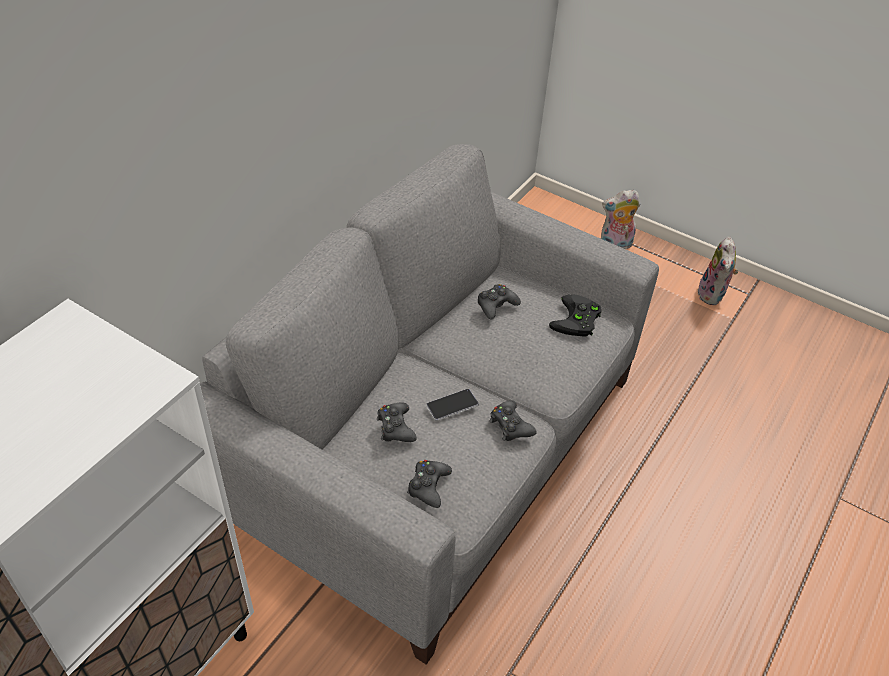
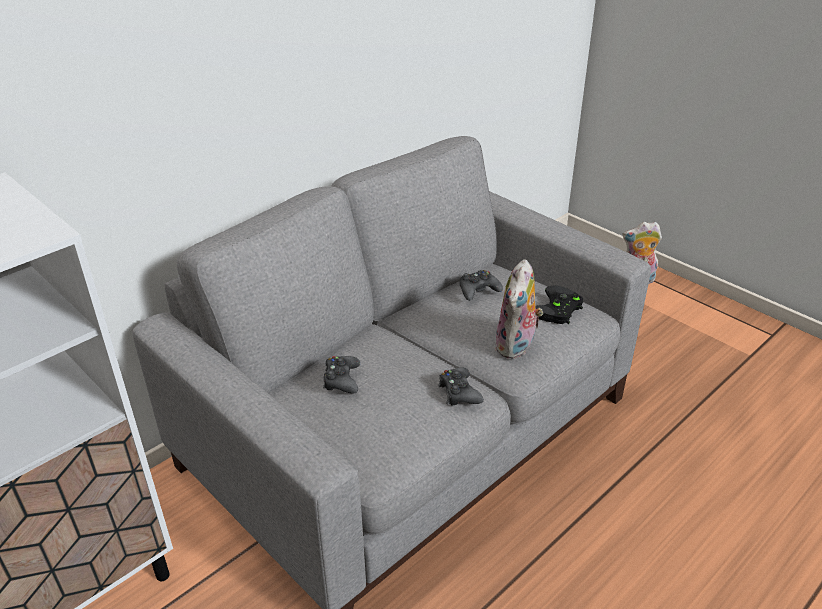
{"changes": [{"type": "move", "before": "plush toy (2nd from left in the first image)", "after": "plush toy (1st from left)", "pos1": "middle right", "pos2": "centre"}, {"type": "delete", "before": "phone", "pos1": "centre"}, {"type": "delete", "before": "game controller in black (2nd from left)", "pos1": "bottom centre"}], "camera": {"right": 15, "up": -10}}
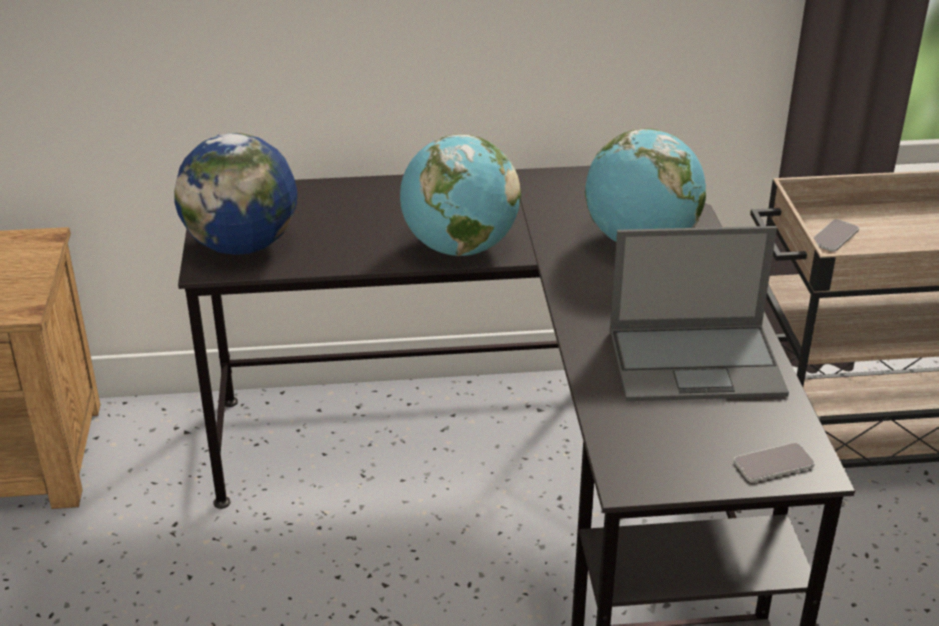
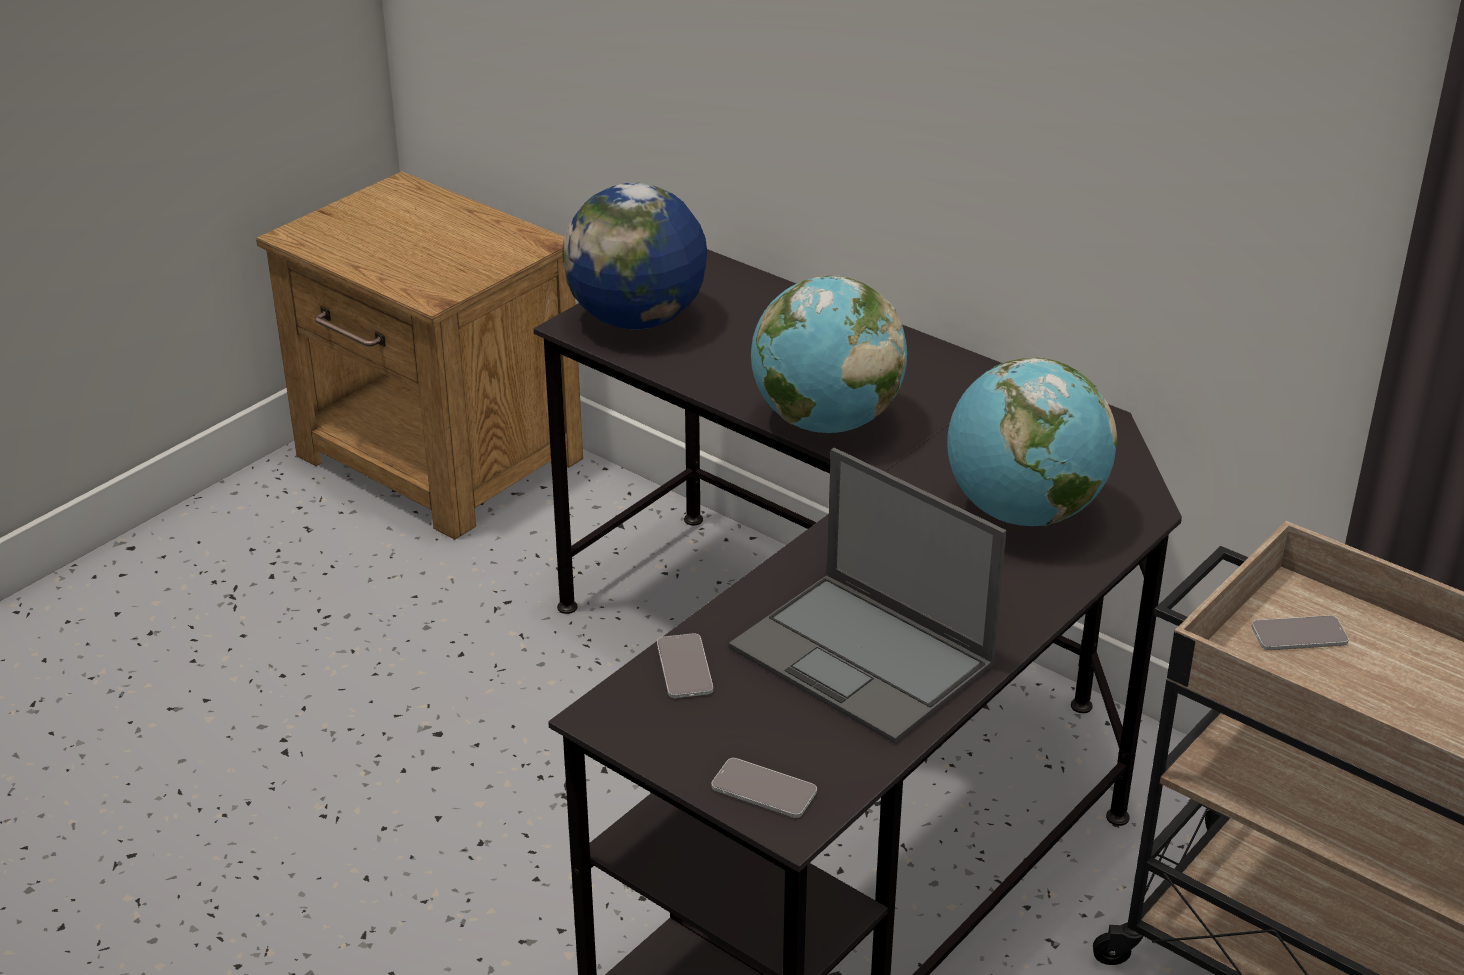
{"changes": [{"type": "insert", "after": "phone (1st from left)", "pos2": "bottom centre"}], "camera": {"right": 45, "up": 0}}
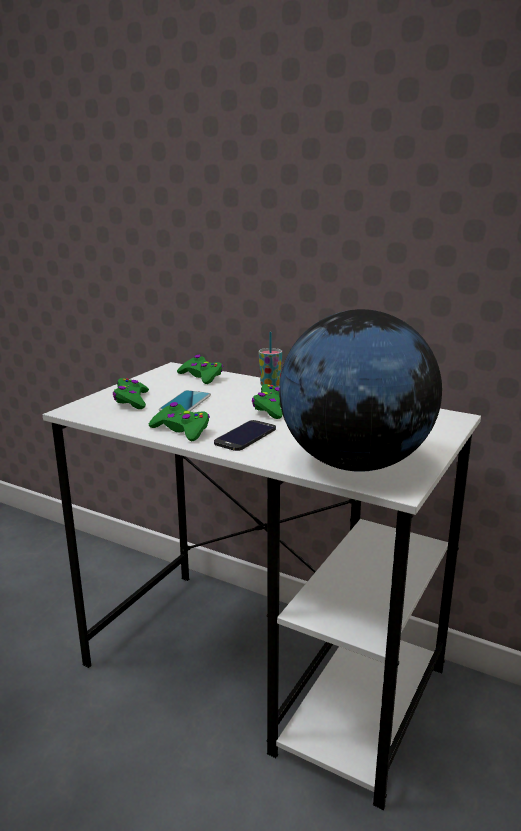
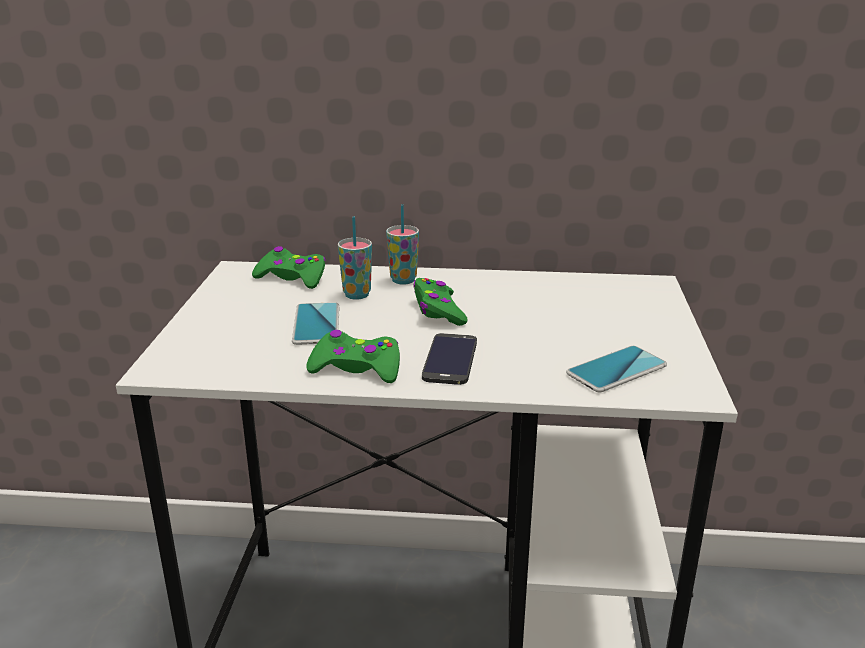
{"changes": [{"type": "replace", "before": "globe", "after": "phone (3rd from left)", "pos1": "middle right", "pos2": "middle right"}, {"type": "delete", "before": "game controller in green (1st from left)", "pos1": "middle left"}, {"type": "insert", "after": "cup (1st from left)", "pos2": "centre"}], "camera": {"right": -25, "up": 5}}
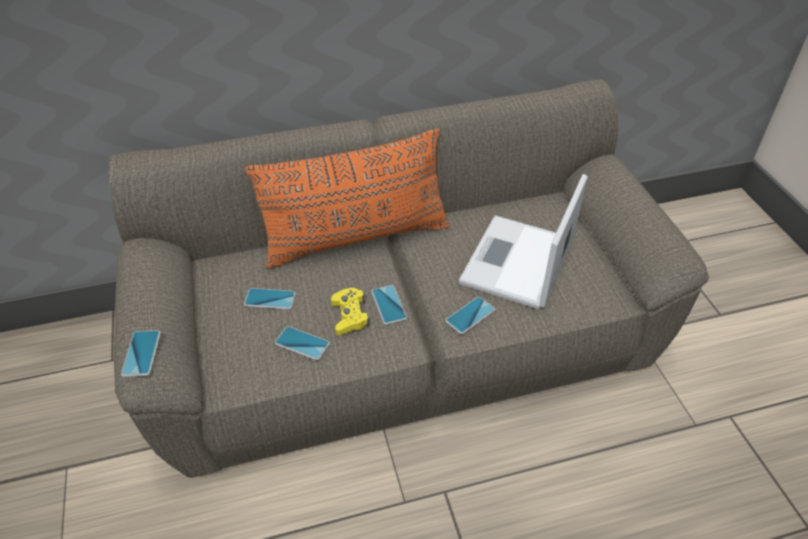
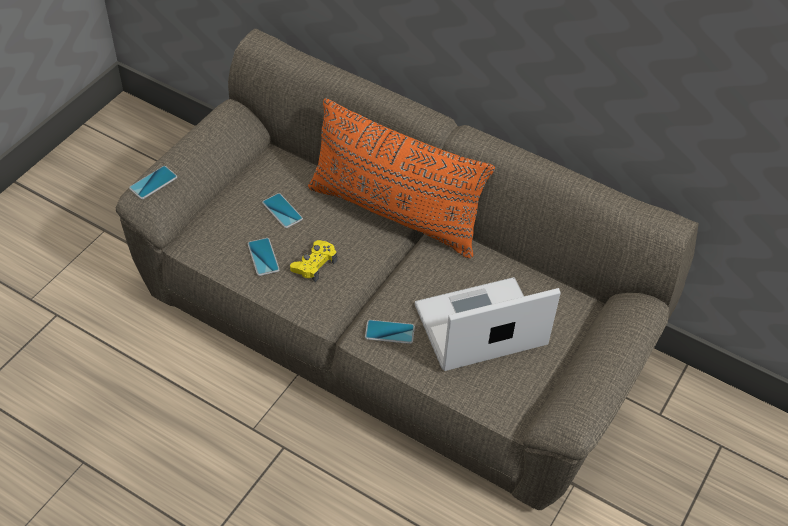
{"changes": [{"type": "delete", "before": "phone (4th from left)", "pos1": "centre"}], "camera": {"right": 45, "up": 5}}
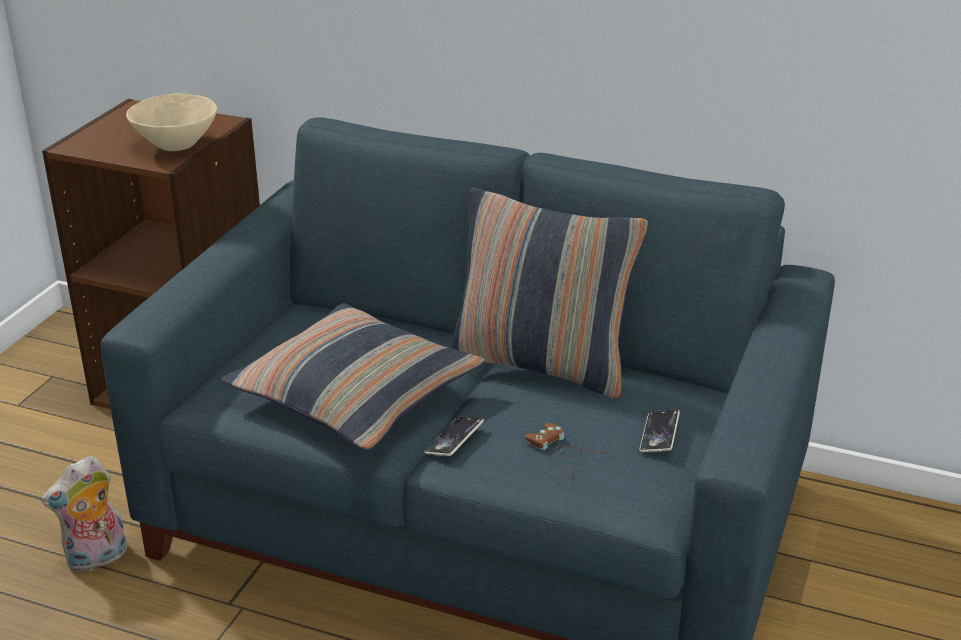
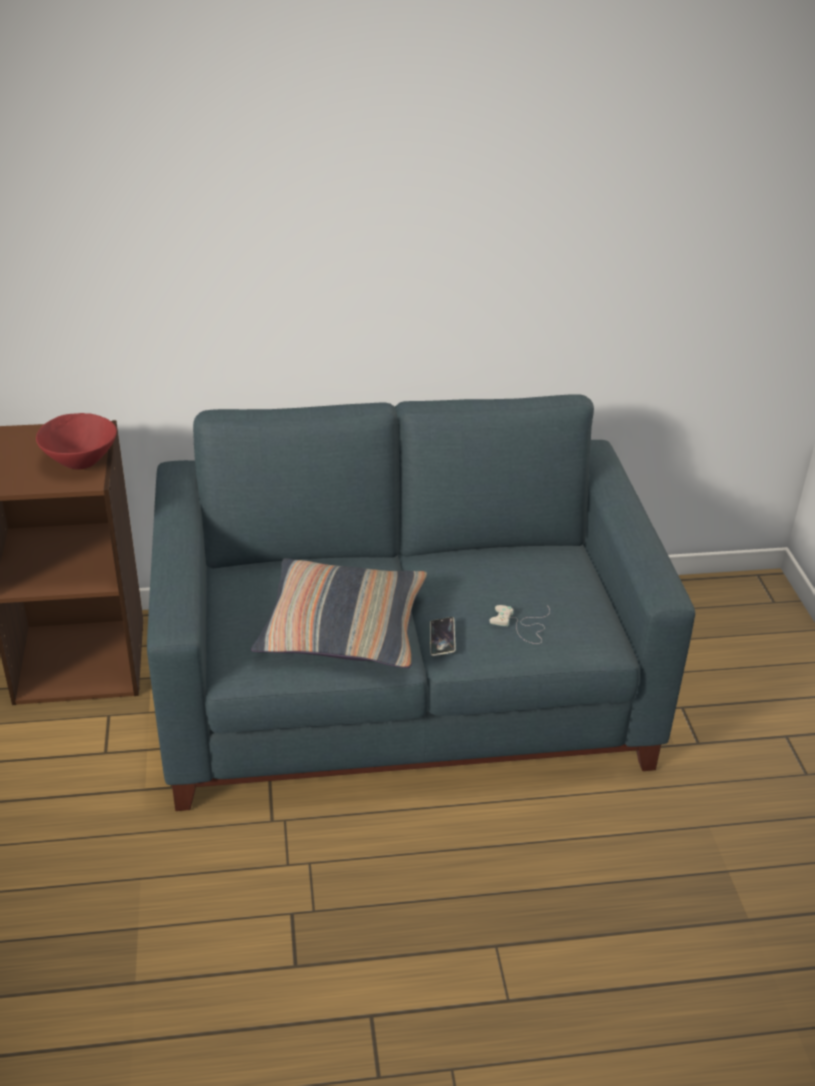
{"changes": [{"type": "recolor", "before": "bowl in beige", "after": "bowl in red", "pos1": "top left", "pos2": "middle left"}, {"type": "delete", "before": "pillow (2nd from left)", "pos1": "centre"}, {"type": "delete", "before": "phone (2nd from left)", "pos1": "bottom right"}, {"type": "recolor", "before": "game controller in brown", "after": "game controller in white", "pos1": "bottom centre", "pos2": "centre"}, {"type": "delete", "before": "plush toy", "pos1": "bottom left"}], "camera": {"right": -30, "up": 5}}
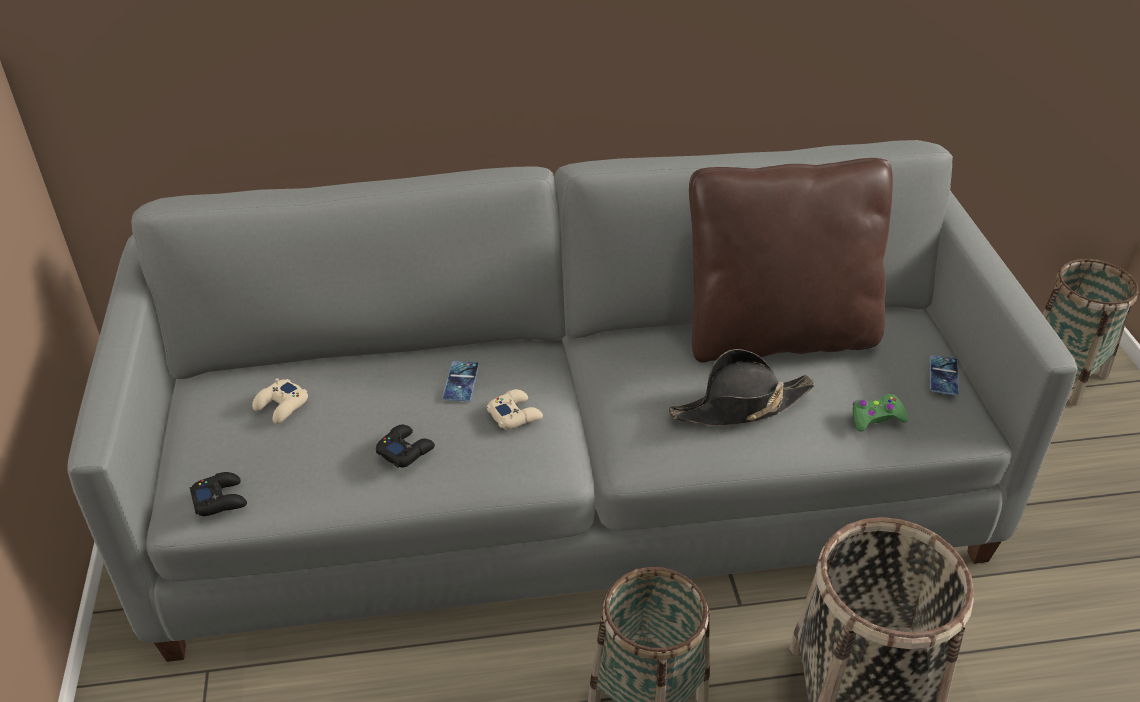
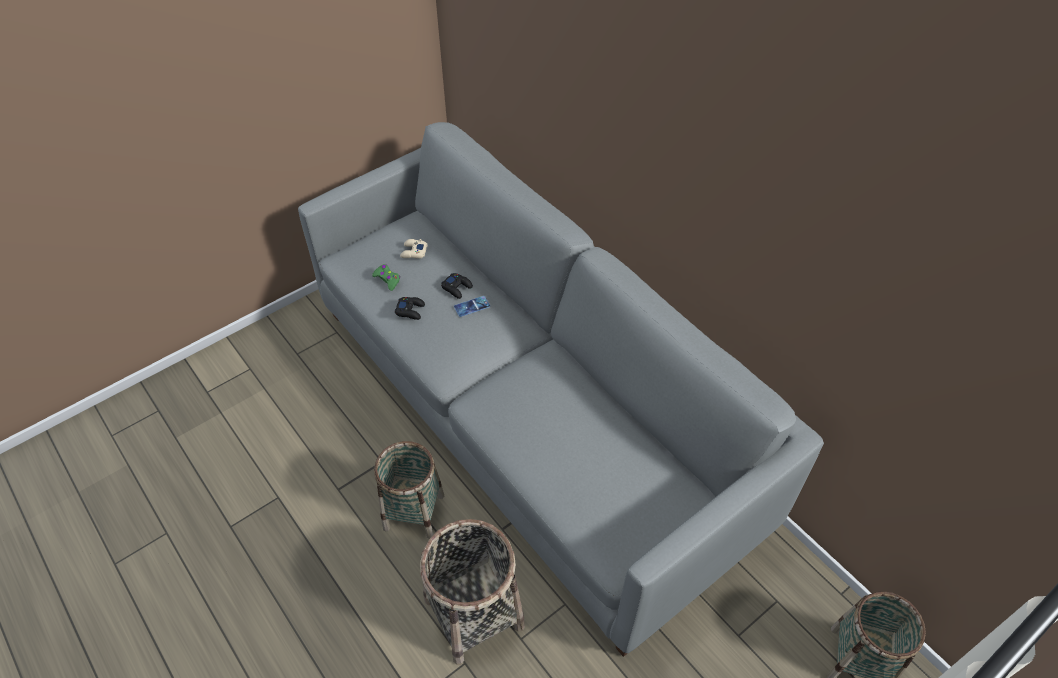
{"changes": [{"type": "delete", "before": "pillow in brown", "pos1": "middle right"}, {"type": "delete", "before": "hat in black", "pos1": "centre"}, {"type": "delete", "before": "phone (2nd from left)", "pos1": "middle right"}, {"type": "delete", "before": "game controller in beige (2nd from left)", "pos1": "centre"}, {"type": "move", "before": "game controller in green", "pos1": "middle right", "pos2": "centre"}, {"type": "move", "before": "game controller in black (1st from left in the first image)", "after": "game controller in black (2nd from left)", "pos1": "bottom left", "pos2": "centre"}], "camera": {"right": 60, "up": 10}}
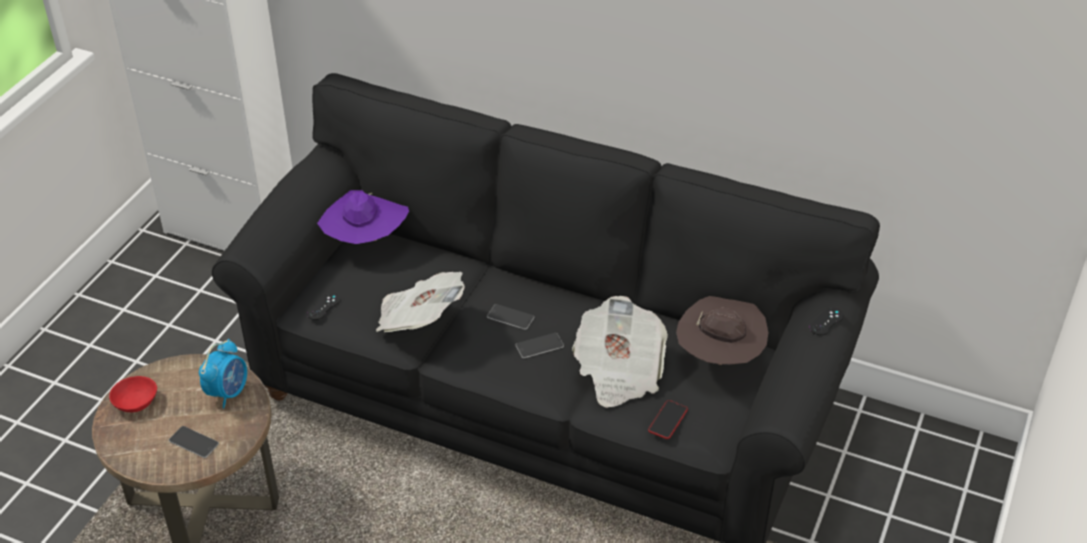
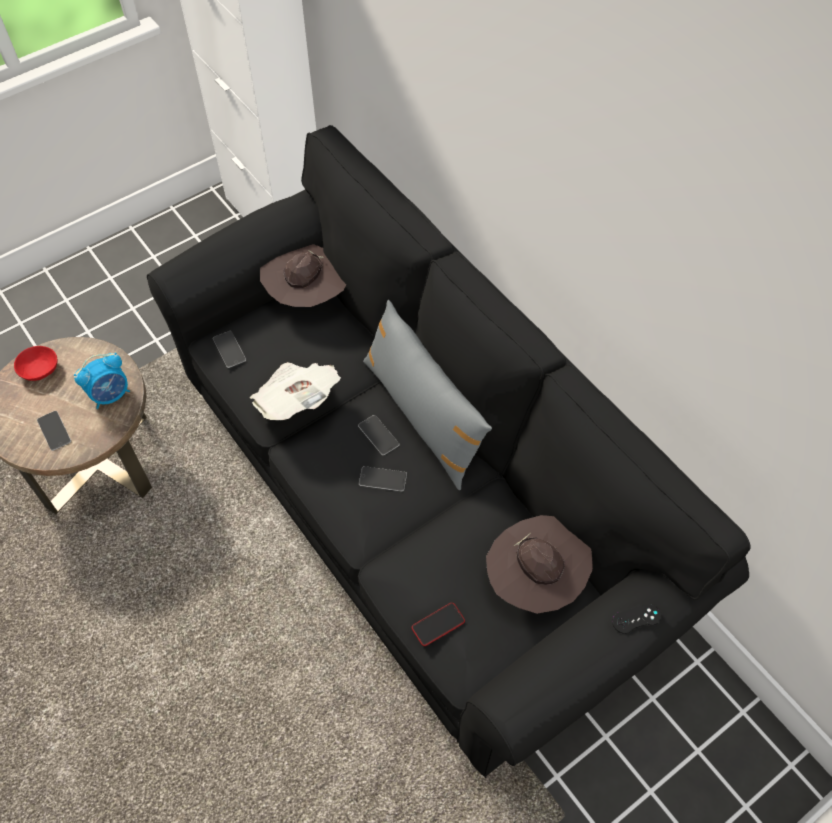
{"changes": [{"type": "recolor", "before": "hat in purple", "after": "hat in brown (1st from left)", "pos1": "centre", "pos2": "centre"}, {"type": "replace", "before": "game controller in black (1st from left)", "after": "phone (2nd from left)", "pos1": "middle left", "pos2": "middle left"}, {"type": "delete", "before": "newspaper (2nd from left)", "pos1": "centre"}, {"type": "insert", "after": "pillow in grey", "pos2": "centre"}], "camera": {"right": 30, "up": 15}}
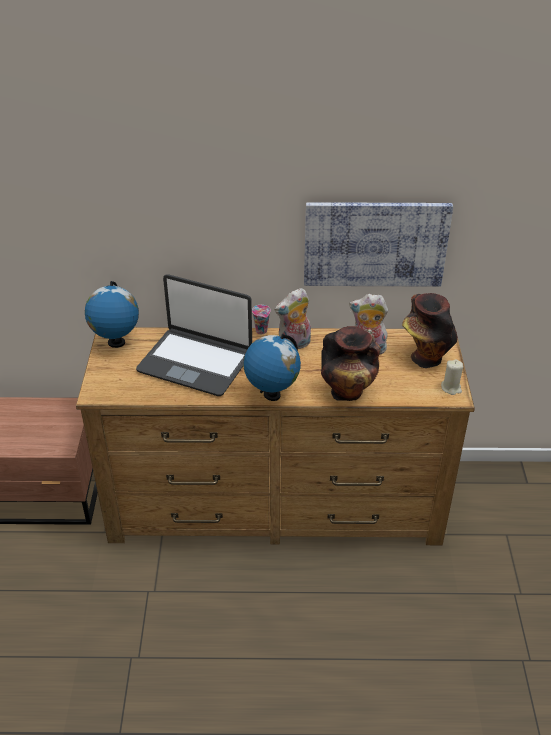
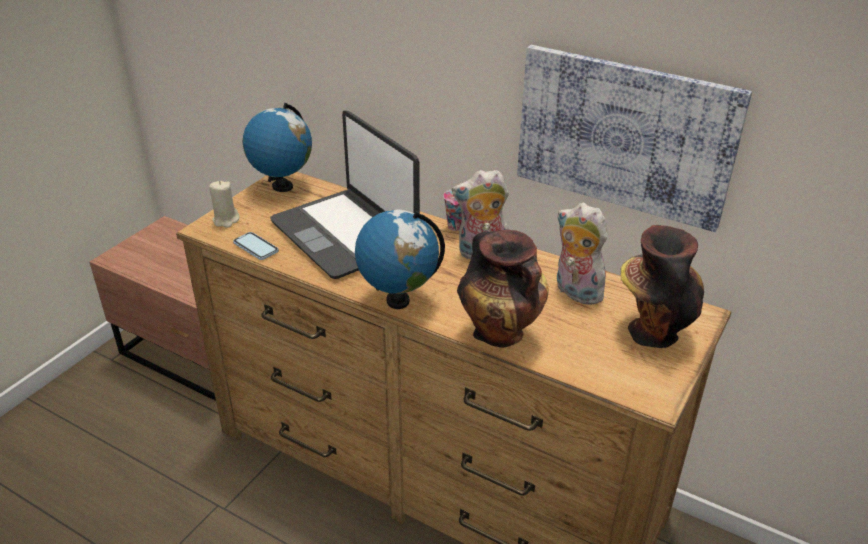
{"changes": [{"type": "move", "before": "candle in beige", "pos1": "middle right", "pos2": "middle left"}, {"type": "insert", "after": "phone", "pos2": "middle left"}], "camera": {"right": 30, "up": -5}}
